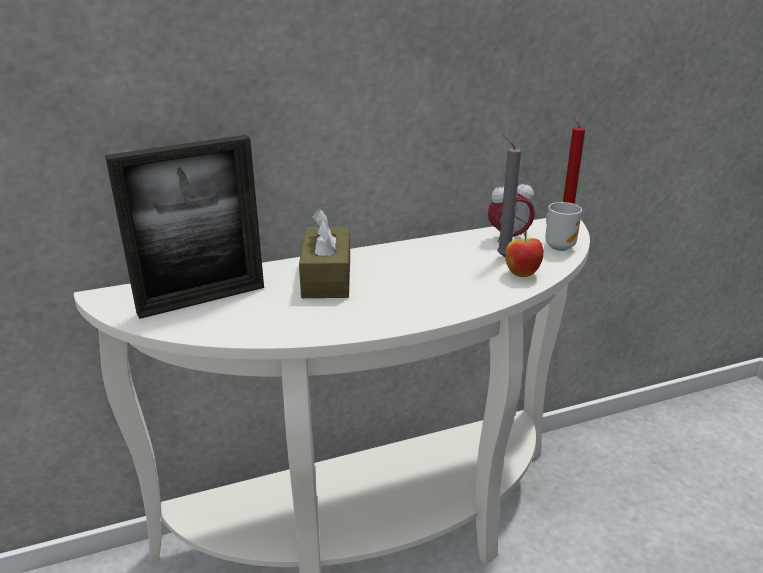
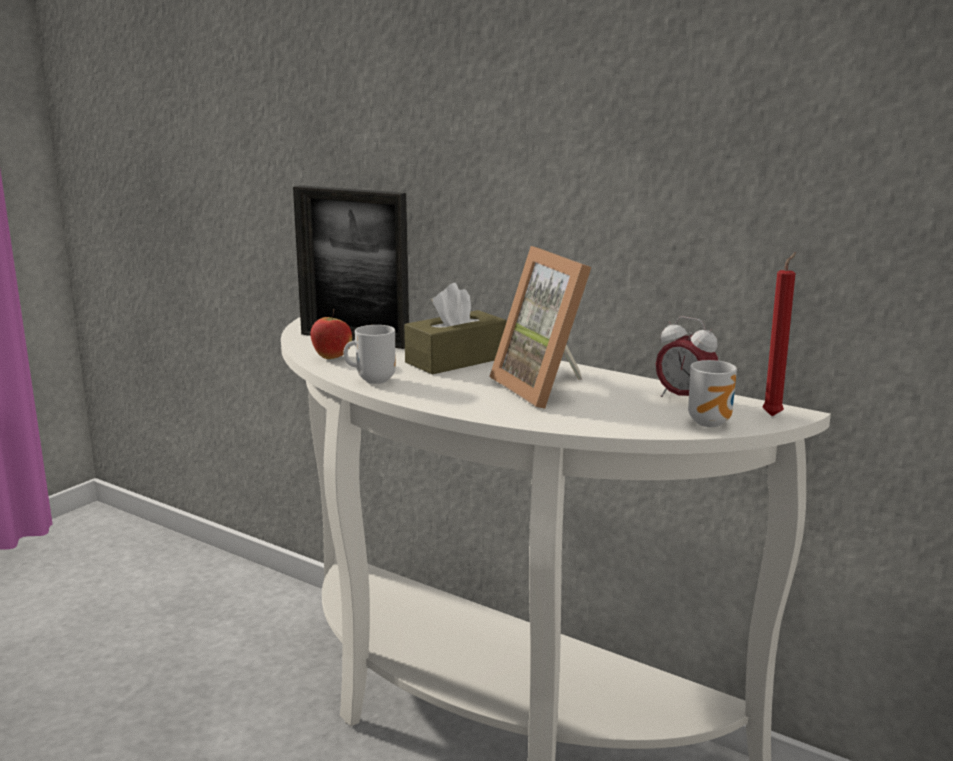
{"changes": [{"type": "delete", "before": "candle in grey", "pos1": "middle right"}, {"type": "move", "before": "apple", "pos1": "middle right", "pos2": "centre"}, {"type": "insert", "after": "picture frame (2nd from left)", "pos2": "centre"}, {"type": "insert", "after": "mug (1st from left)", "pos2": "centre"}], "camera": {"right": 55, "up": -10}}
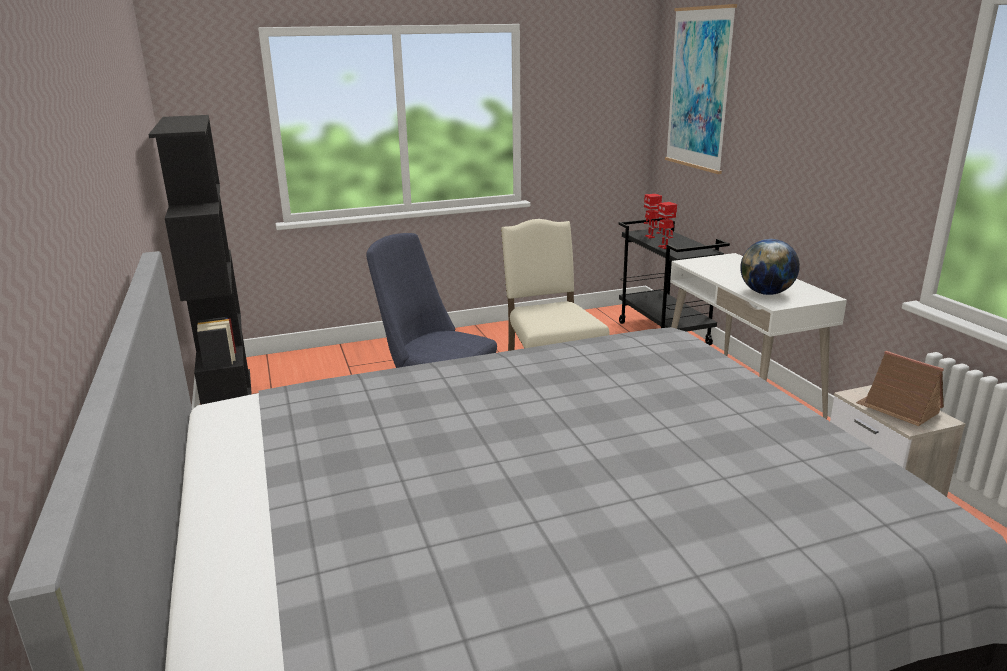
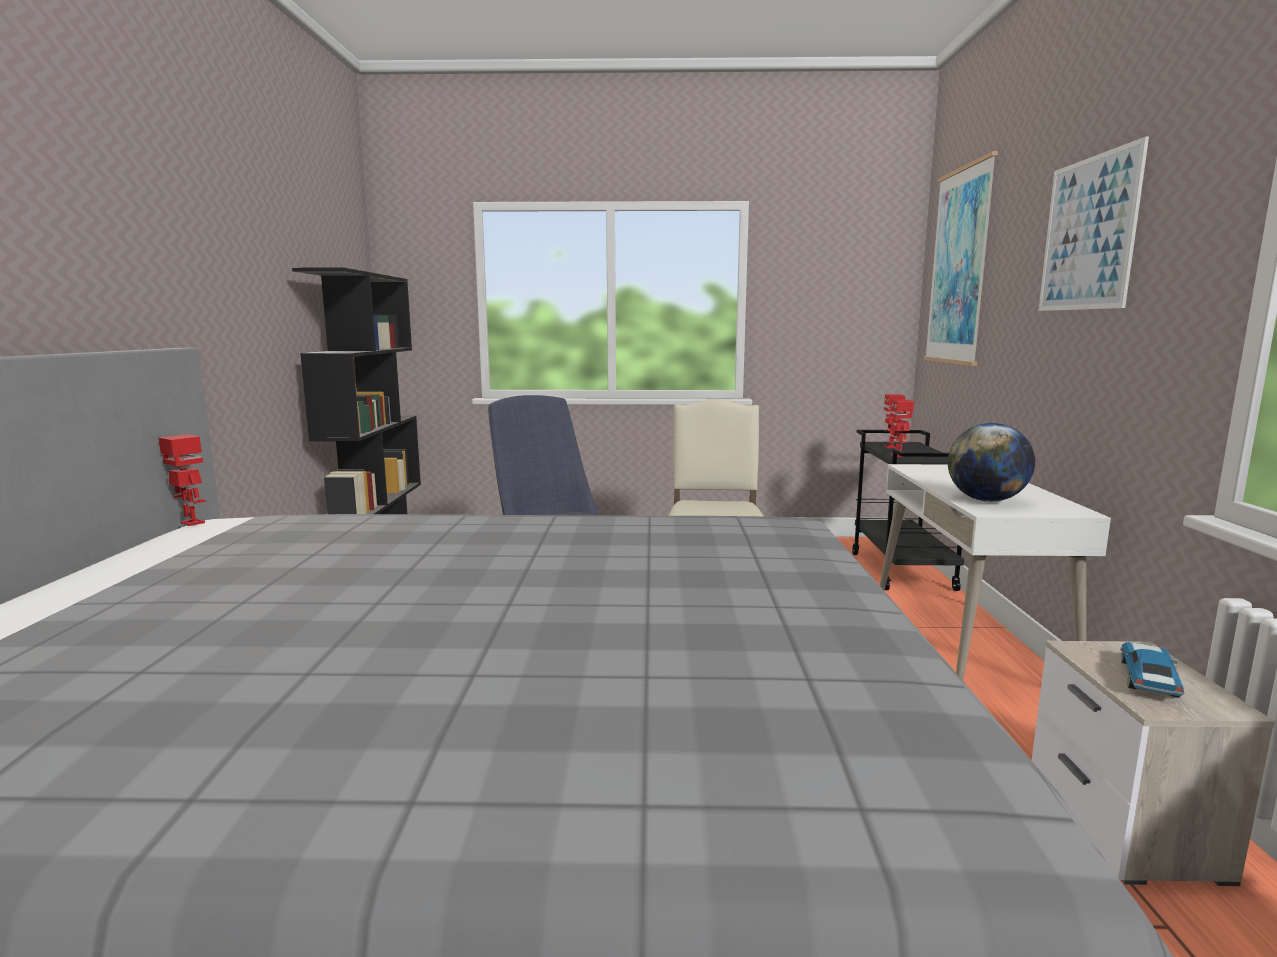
{"changes": [{"type": "replace", "before": "toy house", "after": "toy car", "pos1": "middle right", "pos2": "bottom right"}, {"type": "insert", "after": "picture (2nd from left)", "pos2": "top right"}, {"type": "insert", "after": "toy robot (1st from left)", "pos2": "middle left"}], "camera": {"right": 20, "up": -10}}
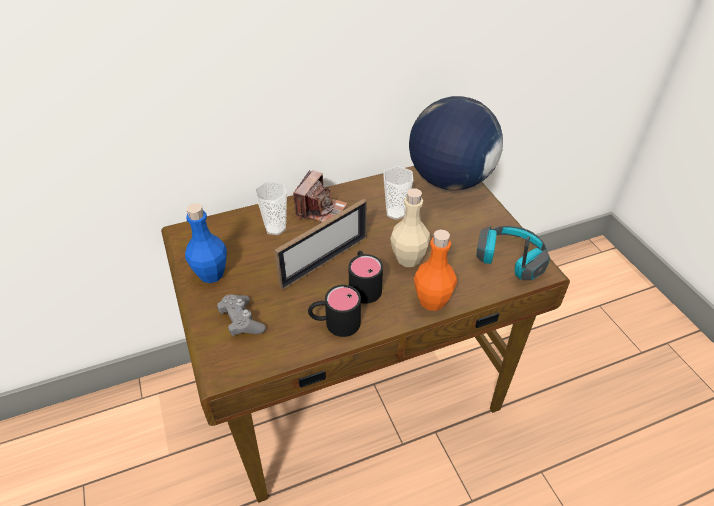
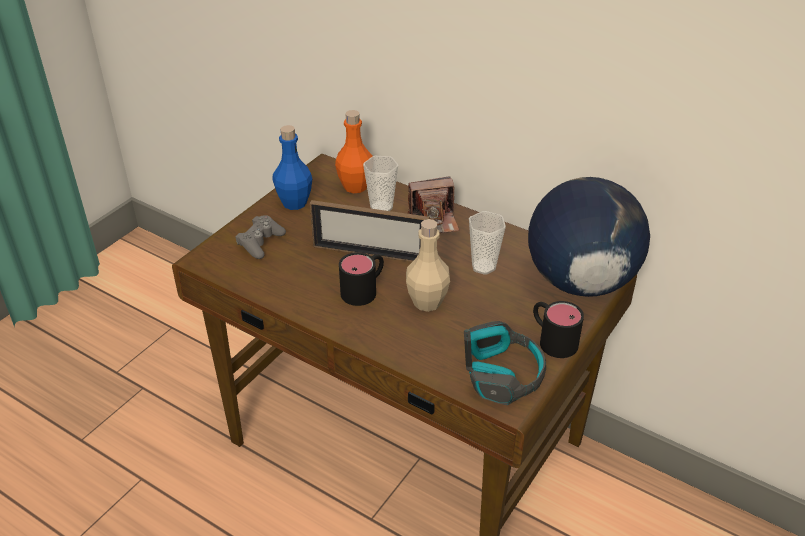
{"changes": [{"type": "move", "before": "bottle in orange", "pos1": "centre", "pos2": "top centre"}, {"type": "move", "before": "mug in black (1st from left in the first image)", "after": "mug in black (2nd from left)", "pos1": "centre", "pos2": "middle right"}], "camera": {"right": 55, "up": -5}}
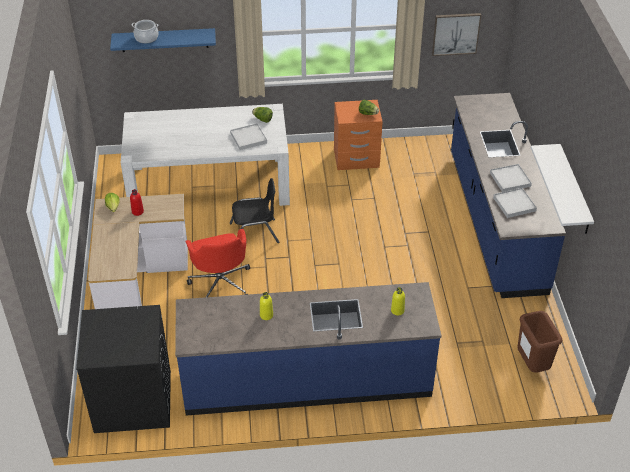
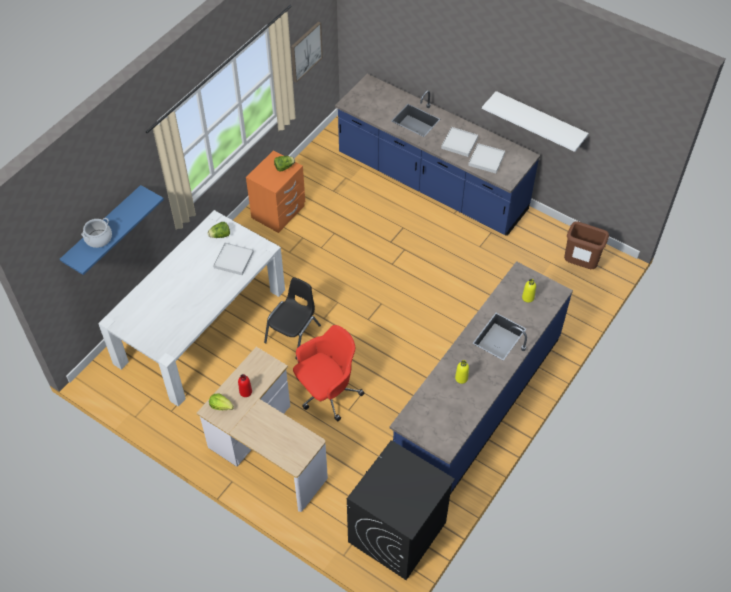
{"changes": [{"type": "rotate", "before": "office chair in red", "pos1": "centre", "pos2": "centre", "turn": -60}], "camera": {"right": -50, "up": 10}}
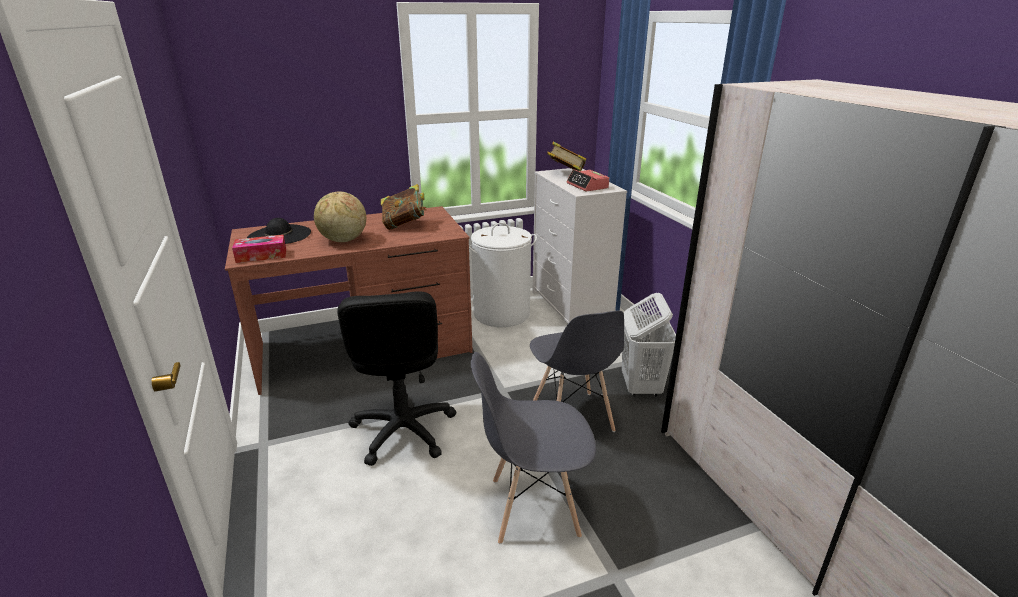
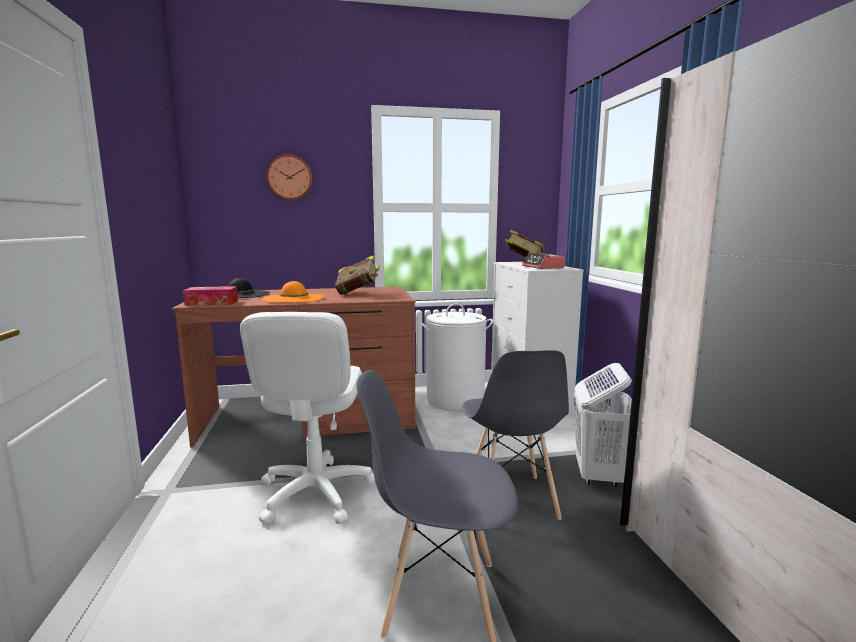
{"changes": [{"type": "replace", "before": "globe", "after": "hat in orange", "pos1": "centre", "pos2": "centre"}, {"type": "recolor", "before": "office chair in black", "after": "office chair in white", "pos1": "centre", "pos2": "centre"}, {"type": "insert", "after": "wall clock", "pos2": "top centre"}], "camera": {"right": 10, "up": -15}}
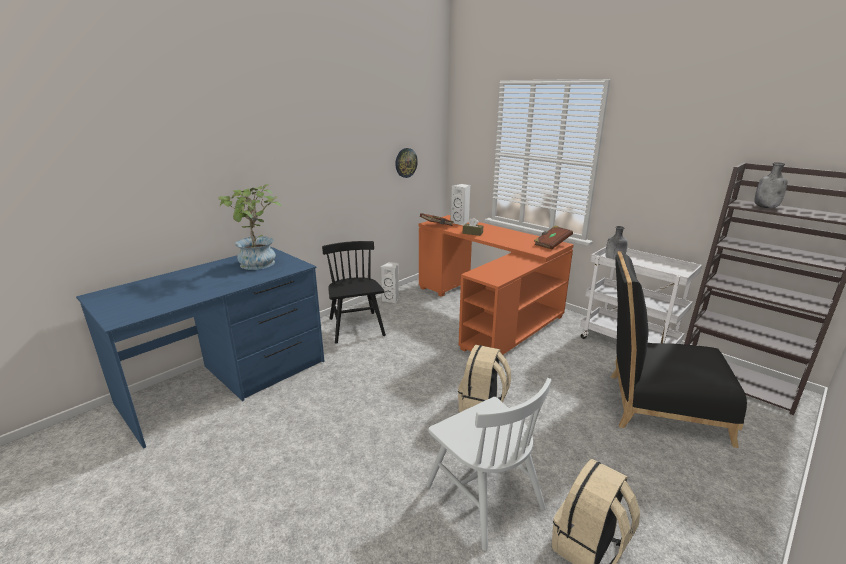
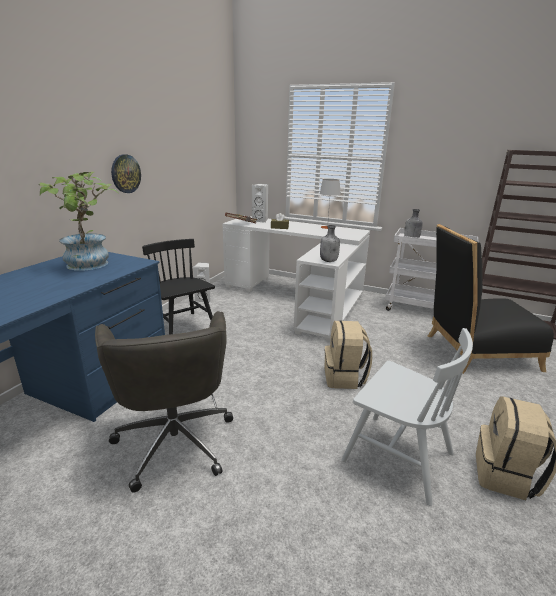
{"changes": [{"type": "move", "before": "wall clock", "pos1": "top centre", "pos2": "top left"}, {"type": "move", "before": "bottle in grey (2nd from left in the first image)", "after": "bottle in grey (1st from left)", "pos1": "top right", "pos2": "centre"}, {"type": "recolor", "before": "desk in orange", "after": "desk in white", "pos1": "centre", "pos2": "centre"}, {"type": "delete", "before": "book in brown (2nd from left)", "pos1": "centre"}, {"type": "insert", "after": "table lamp in grey", "pos2": "centre"}, {"type": "insert", "after": "office chair in grey", "pos2": "bottom left"}], "camera": {"right": -20, "up": 0}}
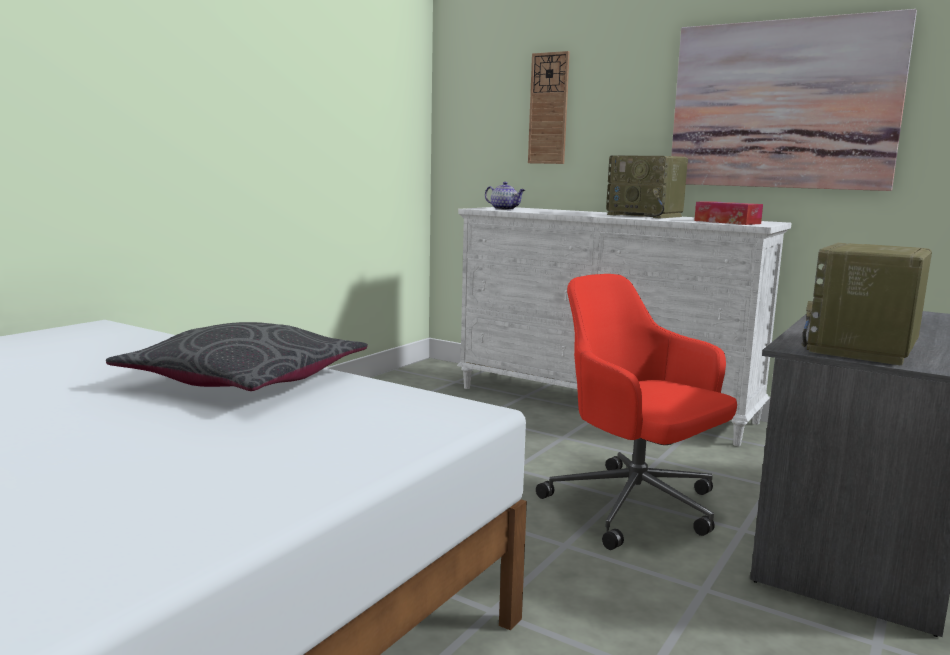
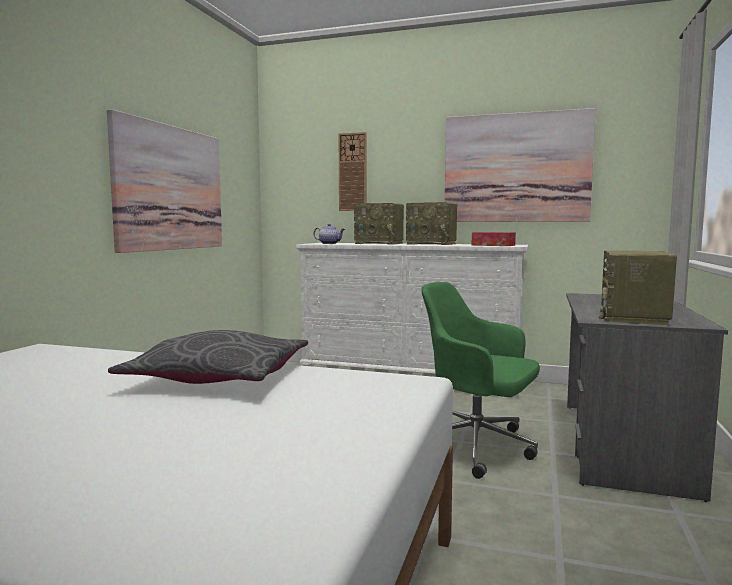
{"changes": [{"type": "recolor", "before": "office chair in red", "after": "office chair in green", "pos1": "middle right", "pos2": "centre"}, {"type": "insert", "after": "picture (1st from left)", "pos2": "top left"}, {"type": "insert", "after": "radio (1st from left)", "pos2": "centre"}], "camera": {"right": -15, "up": -5}}
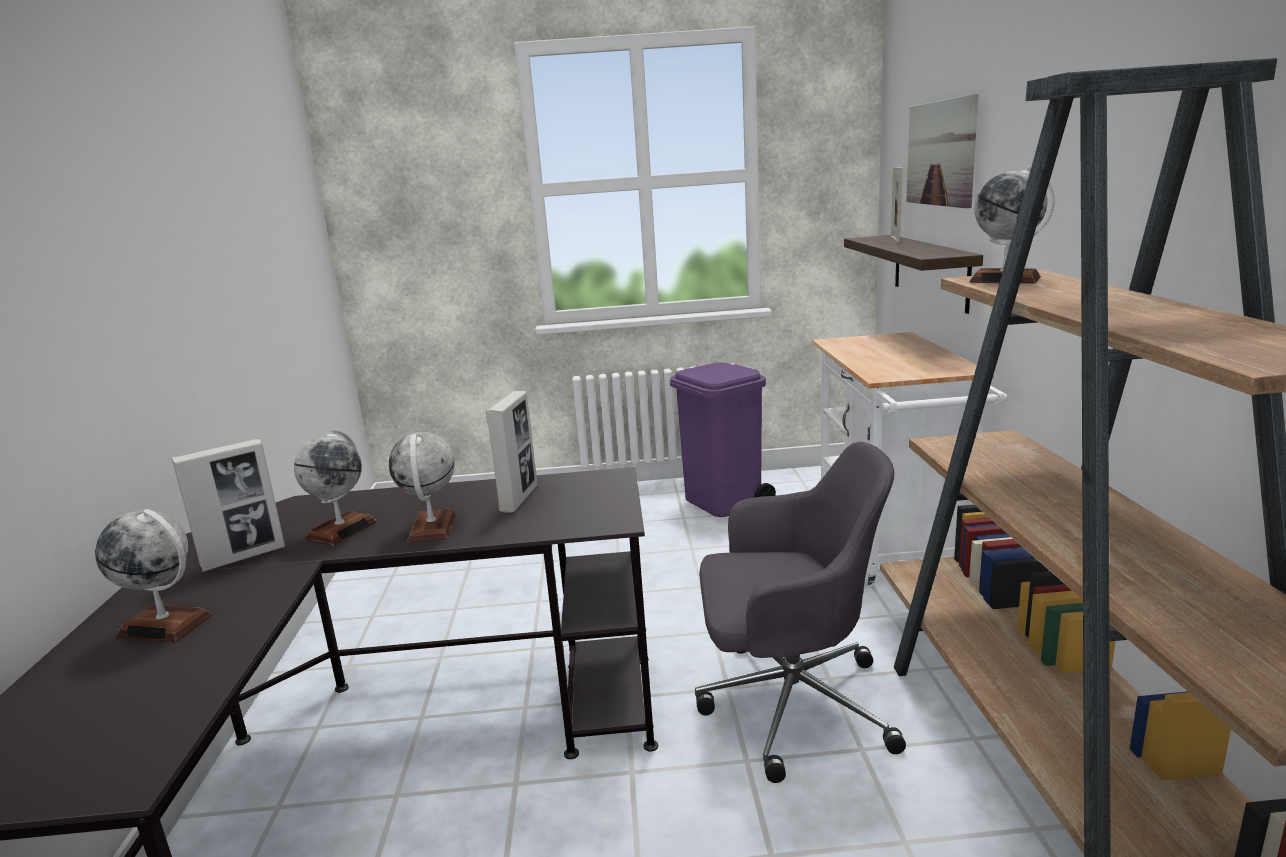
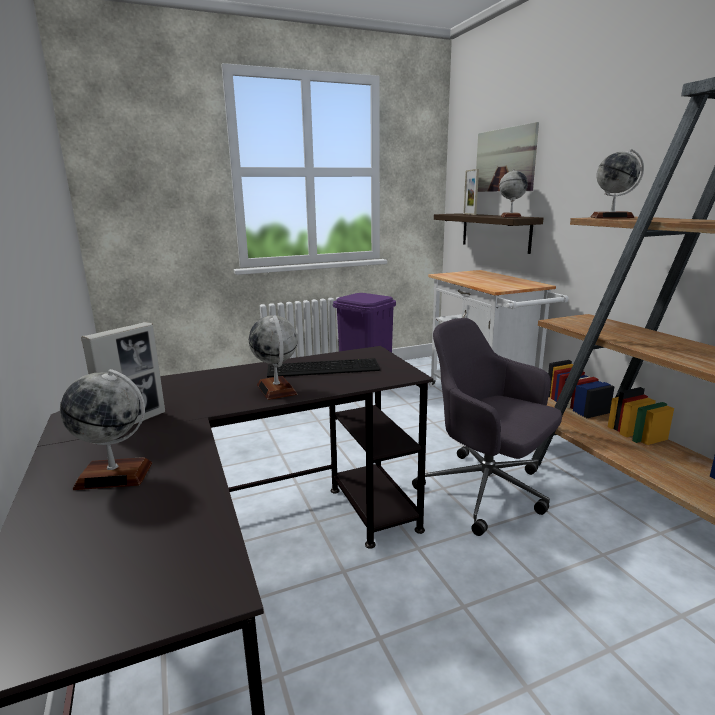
{"changes": [{"type": "replace", "before": "picture frame (2nd from left)", "after": "keyboard", "pos1": "centre", "pos2": "centre"}, {"type": "move", "before": "globe (2nd from left in the first image)", "after": "globe (3rd from left)", "pos1": "middle left", "pos2": "top right"}, {"type": "rotate", "before": "office chair in grey", "pos1": "bottom centre", "pos2": "middle right", "turn": -120}], "camera": {"right": -20, "up": 0}}
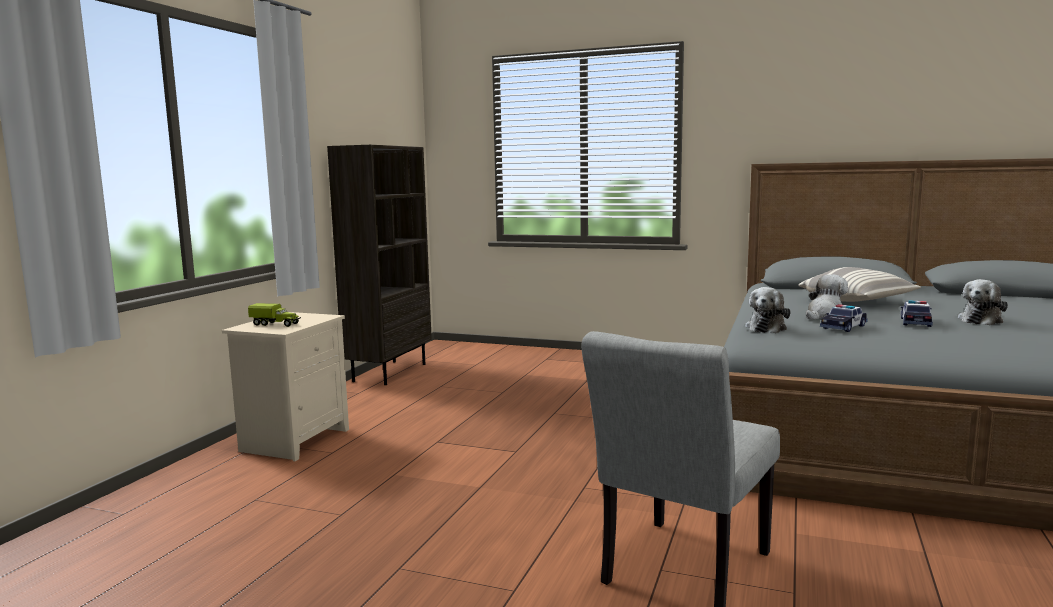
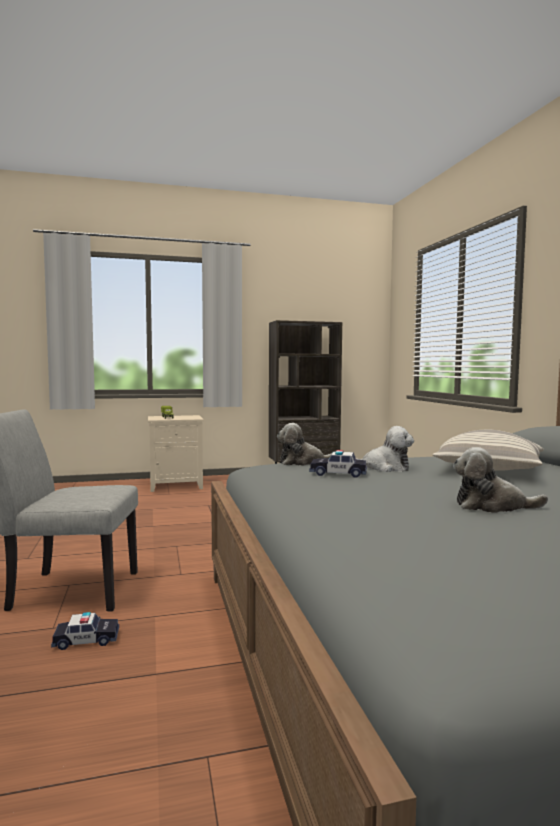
{"changes": [{"type": "move", "before": "toy car (2nd from left in the first image)", "after": "toy car (1st from left)", "pos1": "middle right", "pos2": "bottom left"}], "camera": {"right": 55, "up": -5}}
